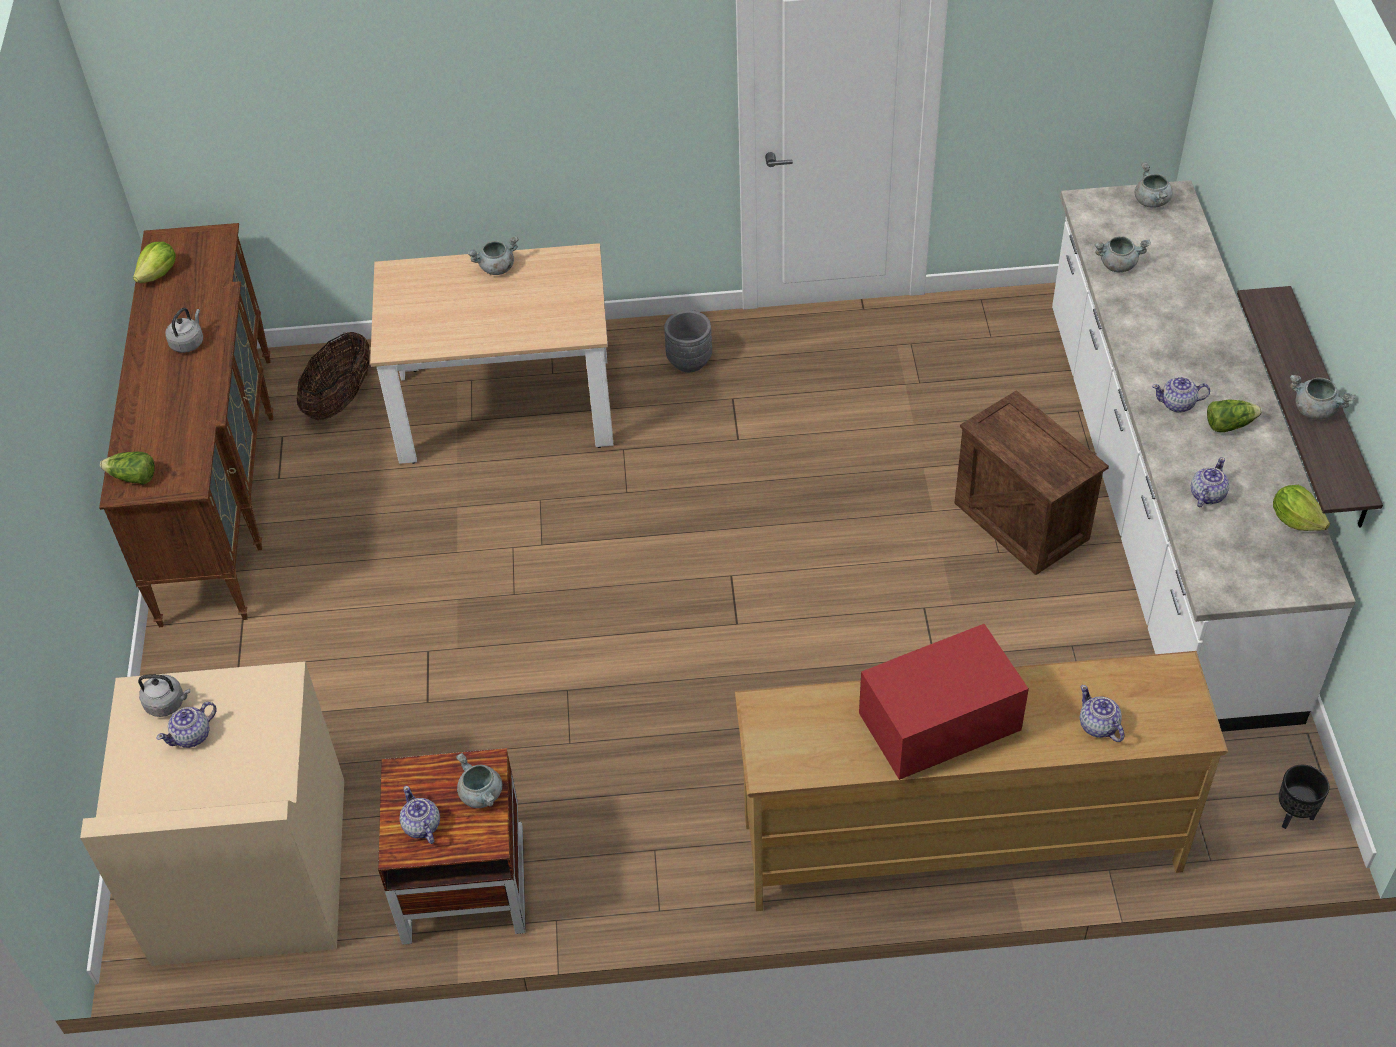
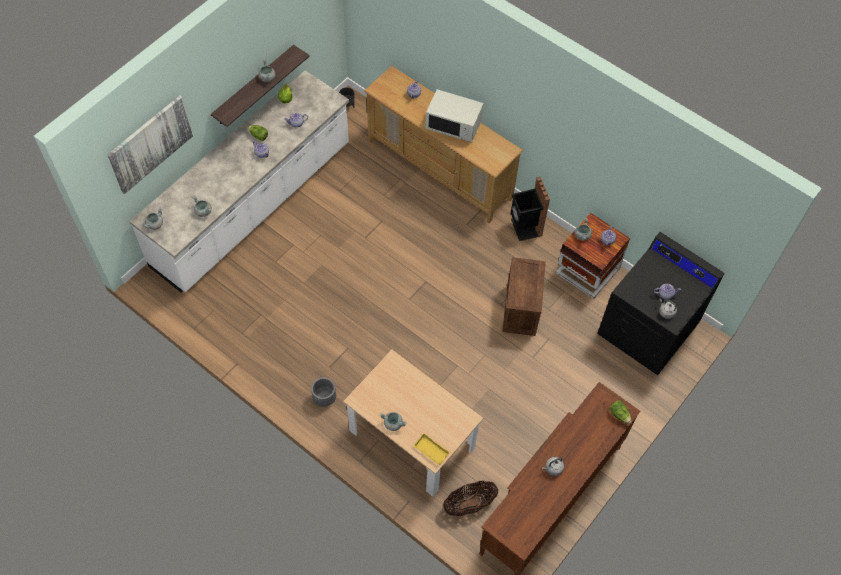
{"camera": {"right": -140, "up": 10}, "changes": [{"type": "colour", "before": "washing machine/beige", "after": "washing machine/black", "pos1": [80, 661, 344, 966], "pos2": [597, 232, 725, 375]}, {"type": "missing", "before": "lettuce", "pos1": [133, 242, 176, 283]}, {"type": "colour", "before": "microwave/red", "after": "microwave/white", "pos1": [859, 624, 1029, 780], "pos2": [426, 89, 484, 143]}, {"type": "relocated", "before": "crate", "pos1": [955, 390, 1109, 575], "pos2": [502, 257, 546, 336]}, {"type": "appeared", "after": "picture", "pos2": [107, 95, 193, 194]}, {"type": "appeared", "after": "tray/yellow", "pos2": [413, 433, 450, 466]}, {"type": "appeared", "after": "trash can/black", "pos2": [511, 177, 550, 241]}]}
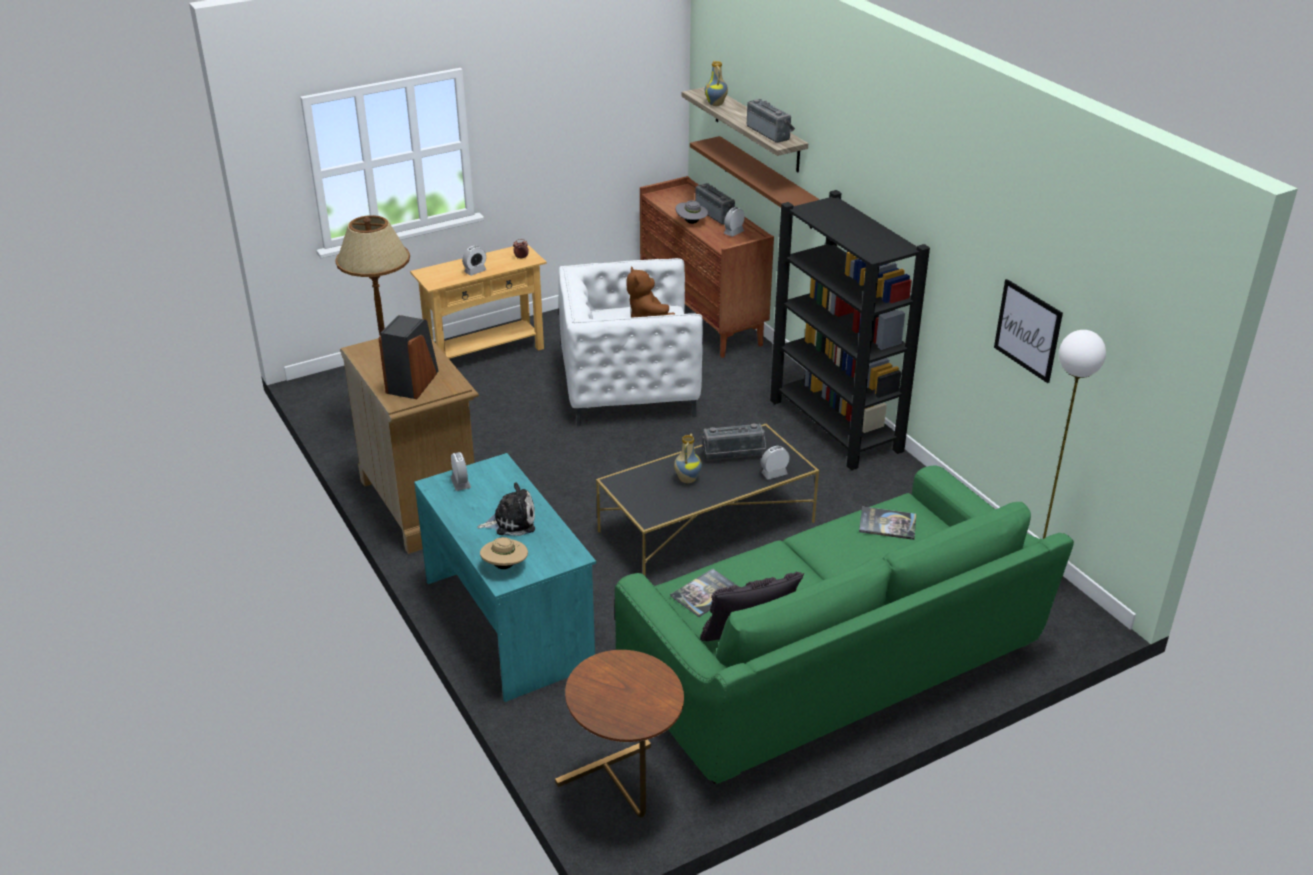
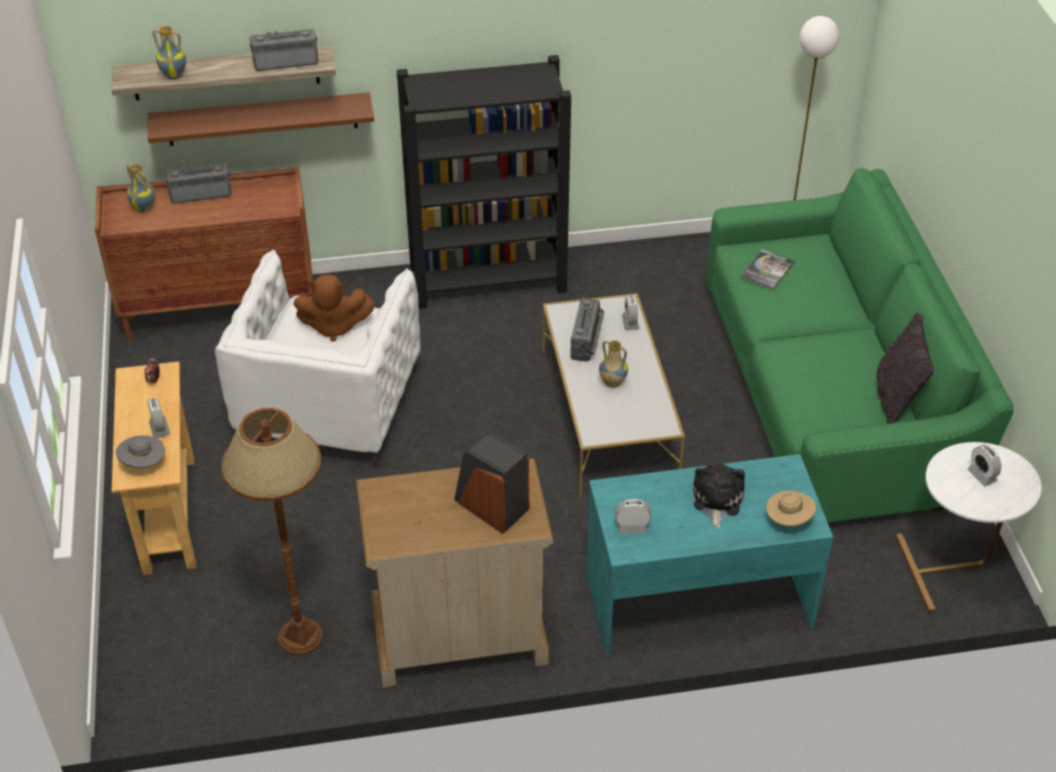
{"camera": {"right": -70, "up": 10}, "changes": [{"type": "colour", "before": "side table/brown", "after": "side table/white", "pos1": [555, 650, 684, 817], "pos2": [895, 442, 1042, 613]}, {"type": "colour", "before": "coffee table/black", "after": "coffee table/white", "pos1": [596, 424, 819, 576], "pos2": [543, 293, 685, 497]}, {"type": "missing", "before": "book", "pos1": [670, 568, 736, 617]}, {"type": "relocated", "before": "hat/grey", "pos1": [675, 201, 708, 224], "pos2": [116, 435, 165, 468]}, {"type": "relocated", "before": "alarm clock", "pos1": [724, 207, 744, 237], "pos2": [967, 444, 1001, 486]}, {"type": "missing", "before": "picture", "pos1": [994, 279, 1063, 383]}, {"type": "appeared", "after": "vase", "pos2": [127, 164, 155, 213]}]}
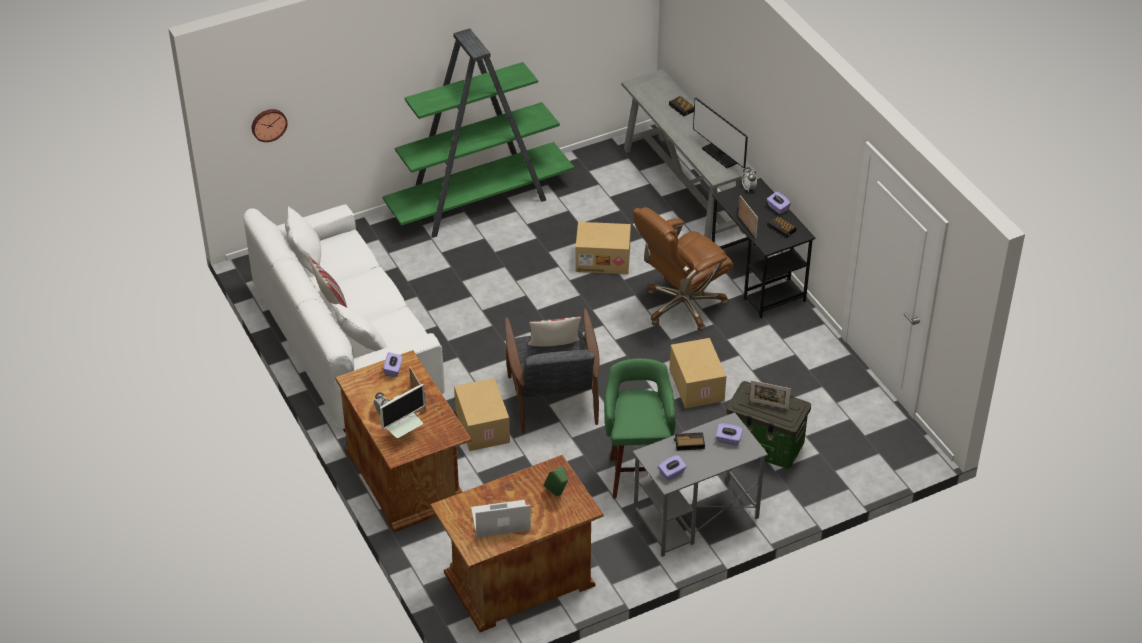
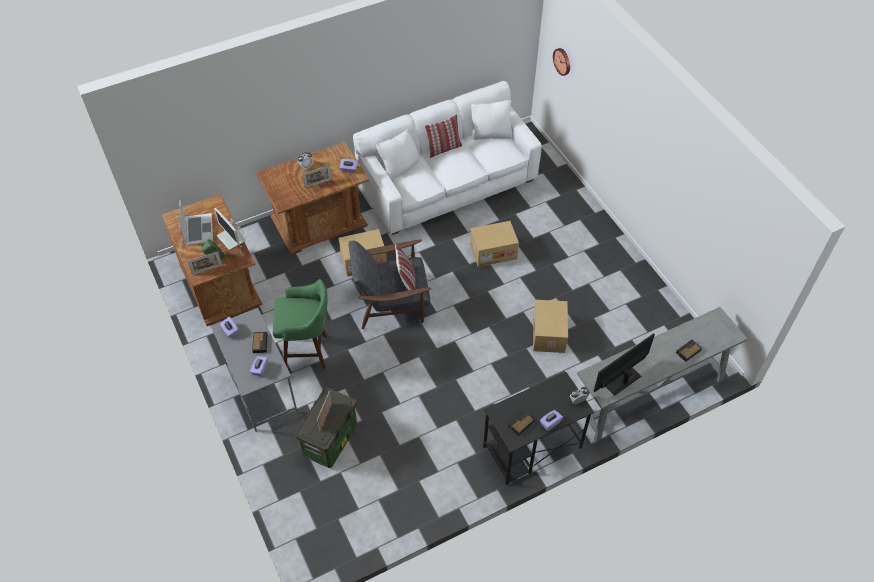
{"camera": {"right": 90, "up": 10}, "changes": [{"type": "relocated", "before": "monitor", "pos1": [380, 384, 425, 438], "pos2": [214, 208, 246, 251]}, {"type": "missing", "before": "bookcase/green", "pos1": [382, 28, 574, 238]}, {"type": "missing", "before": "office chair/brown", "pos1": [633, 207, 733, 332]}, {"type": "relocated", "before": "cardboard box", "pos1": [670, 338, 726, 409], "pos2": [470, 221, 519, 267]}, {"type": "relocated", "before": "picture frame", "pos1": [738, 195, 758, 238], "pos2": [187, 251, 222, 275]}]}
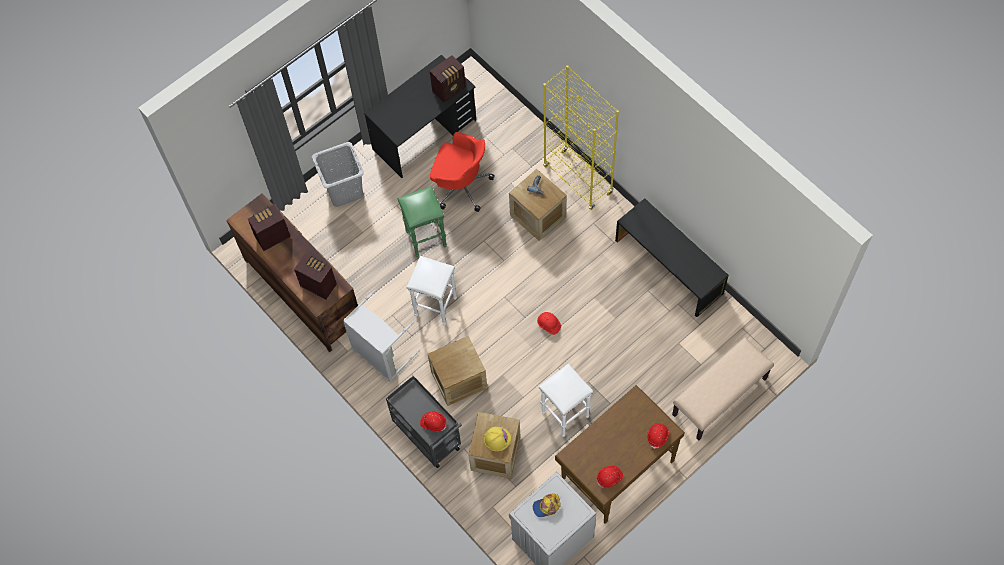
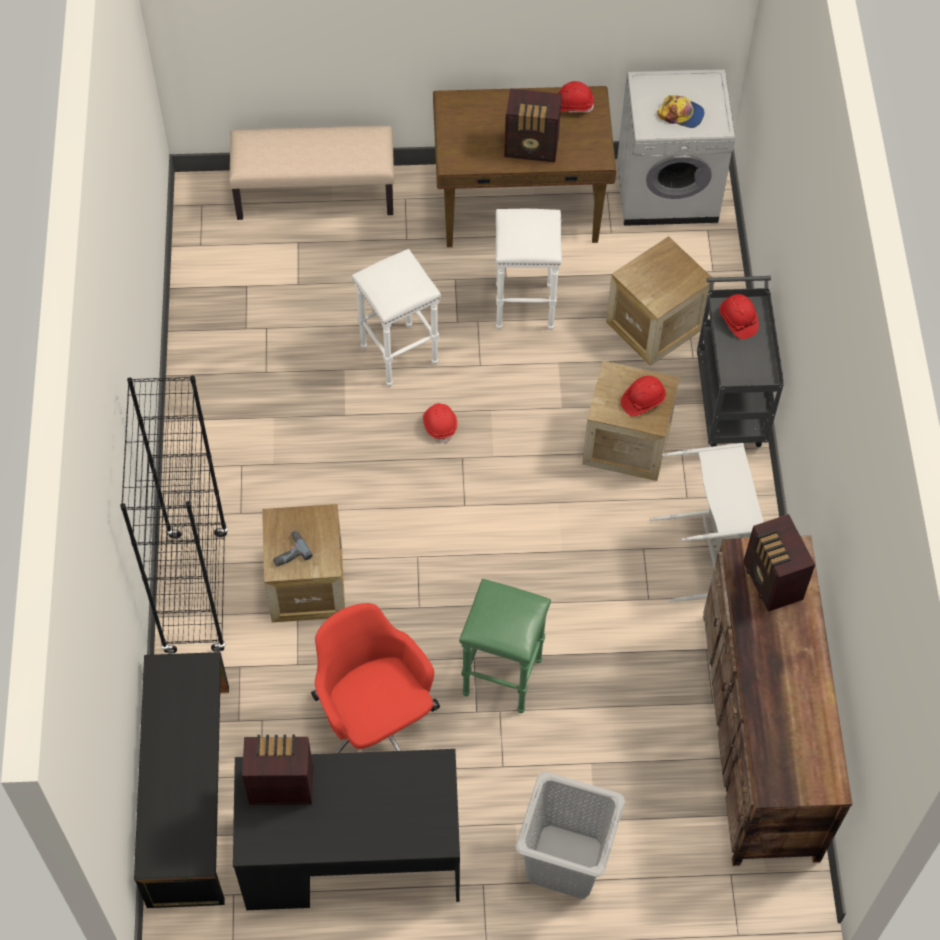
{"camera": {"right": -145, "up": -5}, "changes": [{"type": "relocated", "before": "radio", "pos1": [248, 204, 290, 251], "pos2": [504, 89, 562, 162]}, {"type": "relocated", "before": "stool/white", "pos1": [407, 256, 457, 326], "pos2": [352, 249, 441, 387]}, {"type": "missing", "before": "hard hat/yellow", "pos1": [484, 427, 511, 451]}, {"type": "colour", "before": "bookcase/yellow", "after": "bookcase/black", "pos1": [543, 65, 619, 210], "pos2": [120, 375, 228, 654]}, {"type": "relocated", "before": "bench/black", "pos1": [615, 198, 729, 317], "pos2": [134, 652, 229, 908]}, {"type": "relocated", "before": "hard hat/red", "pos1": [647, 423, 669, 449], "pos2": [621, 376, 666, 416]}]}
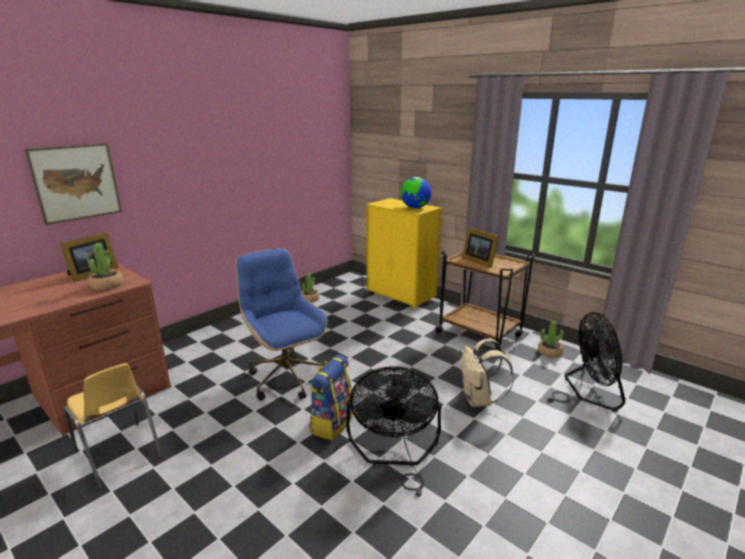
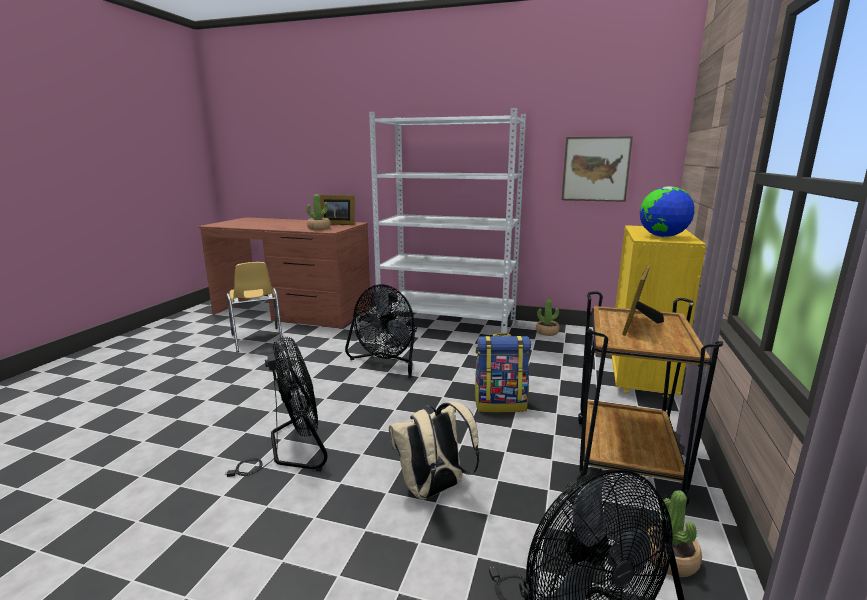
{"camera": {"right": 65, "up": -5}, "changes": [{"type": "relocated", "before": "picture", "pos1": [24, 143, 122, 225], "pos2": [562, 136, 633, 202]}, {"type": "spun", "before": "chair/yellow", "pos1": [64, 363, 163, 490], "pos2": [226, 262, 283, 352], "turn": -45}, {"type": "exchanged", "before": "office chair/blue", "after": "fan/black", "pos1": [236, 248, 328, 401], "pos2": [345, 284, 417, 378]}, {"type": "relocated", "before": "backpack", "pos1": [309, 355, 354, 441], "pos2": [474, 333, 531, 413]}, {"type": "appeared", "after": "bookcase/white", "pos2": [369, 108, 526, 336]}]}
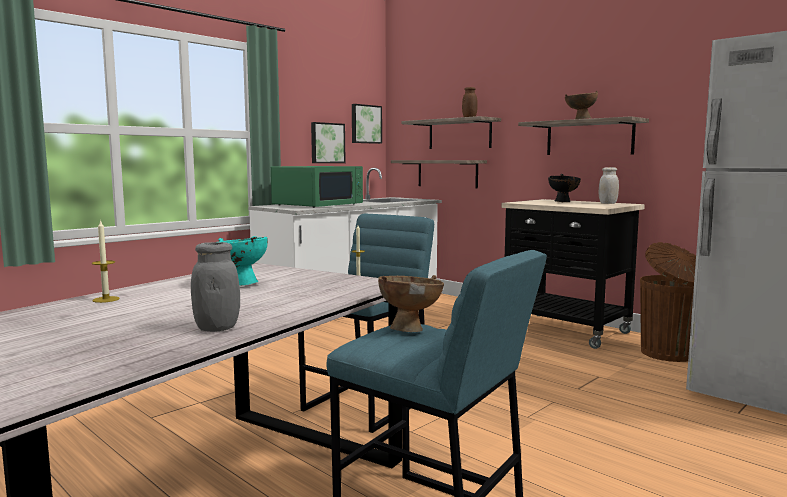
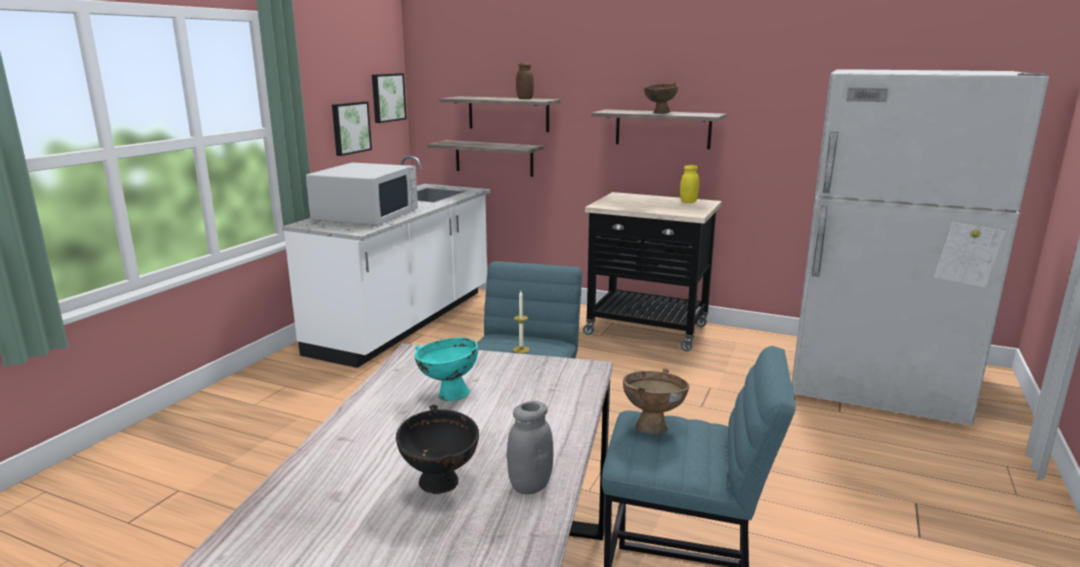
{"camera": {"right": -20, "up": 10}, "changes": [{"type": "missing", "before": "candle", "pos1": [92, 220, 120, 303]}, {"type": "colour", "before": "microwave/green", "after": "microwave/white", "pos1": [271, 166, 363, 208], "pos2": [306, 163, 418, 226]}, {"type": "relocated", "before": "bowl/black", "pos1": [548, 174, 581, 202], "pos2": [396, 404, 479, 494]}, {"type": "colour", "before": "jar/white", "after": "jar/yellow", "pos1": [599, 167, 619, 204], "pos2": [680, 165, 700, 203]}, {"type": "missing", "before": "trash can/brown", "pos1": [640, 242, 696, 362]}]}
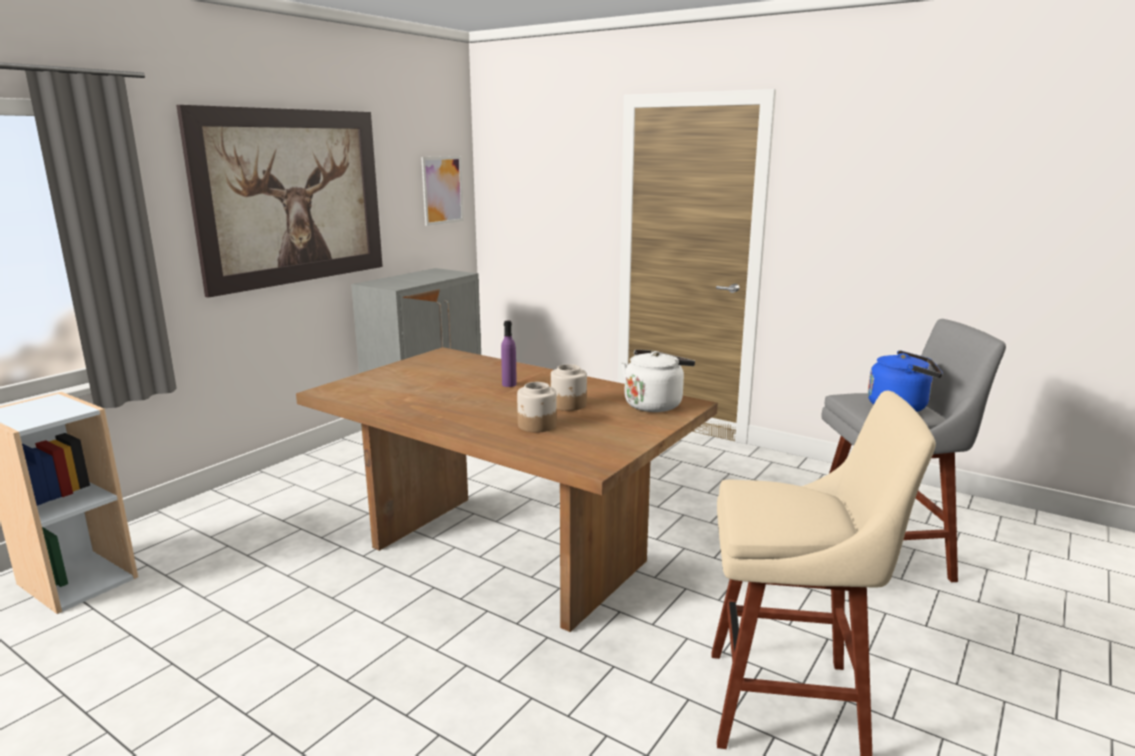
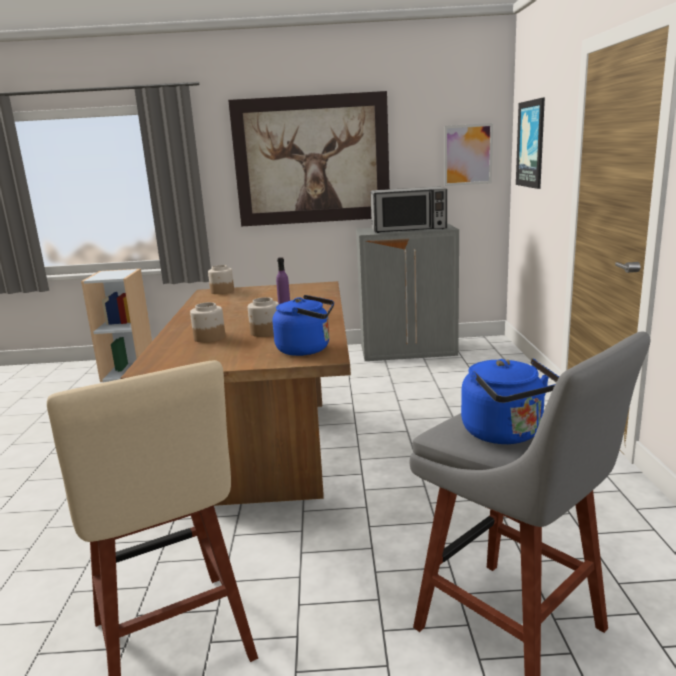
{"camera": {"right": 55, "up": 0}, "changes": [{"type": "colour", "before": "kettle/white", "after": "kettle/blue", "pos1": [621, 350, 695, 412], "pos2": [273, 295, 334, 356]}, {"type": "appeared", "after": "jar", "pos2": [208, 265, 234, 294]}, {"type": "appeared", "after": "microwave", "pos2": [371, 186, 447, 233]}, {"type": "appeared", "after": "picture", "pos2": [516, 98, 545, 189]}]}
